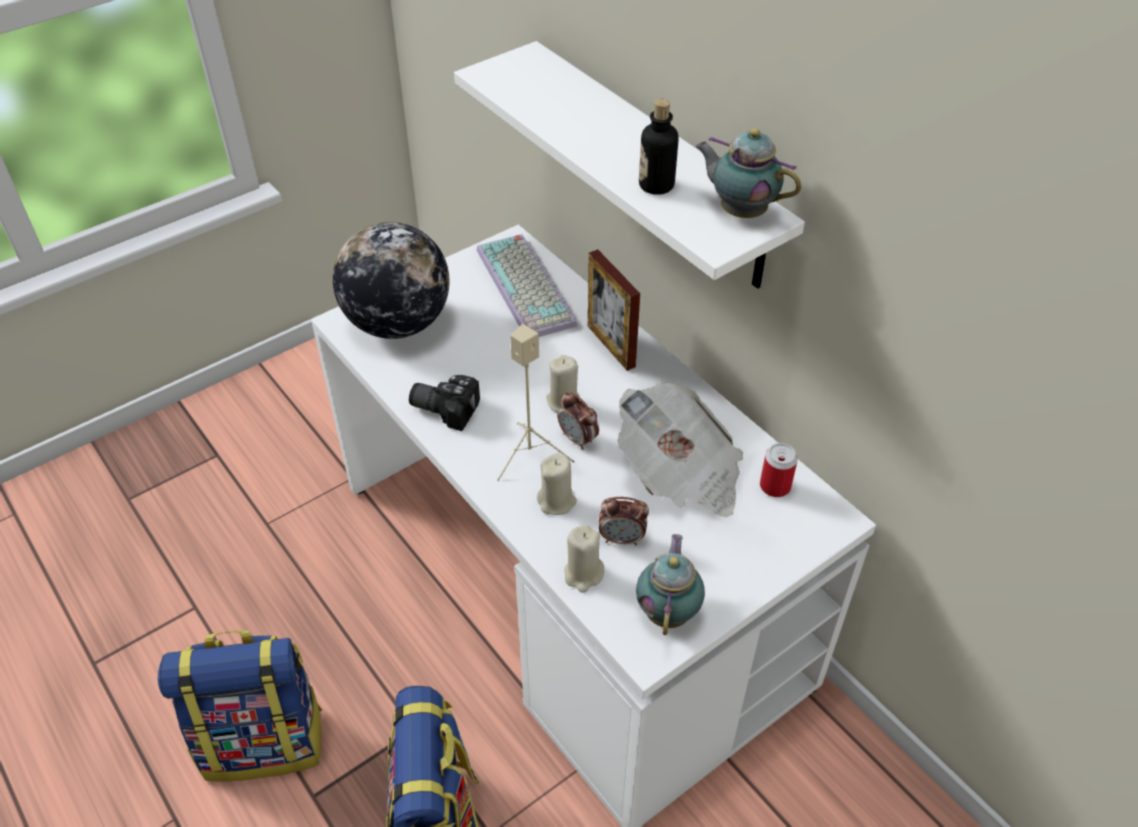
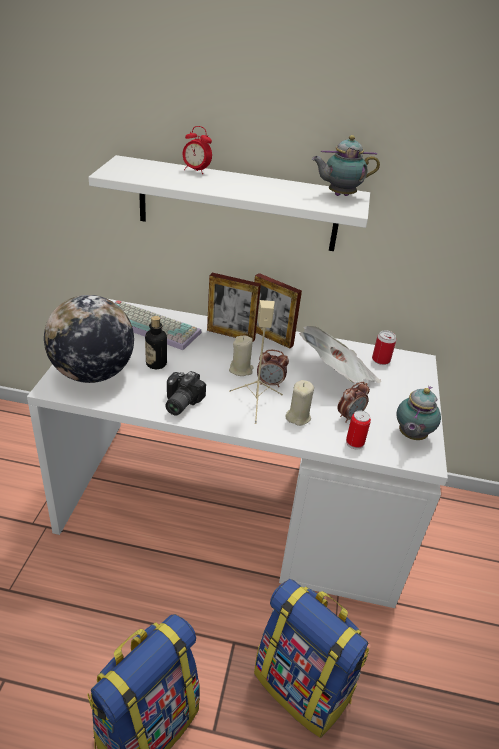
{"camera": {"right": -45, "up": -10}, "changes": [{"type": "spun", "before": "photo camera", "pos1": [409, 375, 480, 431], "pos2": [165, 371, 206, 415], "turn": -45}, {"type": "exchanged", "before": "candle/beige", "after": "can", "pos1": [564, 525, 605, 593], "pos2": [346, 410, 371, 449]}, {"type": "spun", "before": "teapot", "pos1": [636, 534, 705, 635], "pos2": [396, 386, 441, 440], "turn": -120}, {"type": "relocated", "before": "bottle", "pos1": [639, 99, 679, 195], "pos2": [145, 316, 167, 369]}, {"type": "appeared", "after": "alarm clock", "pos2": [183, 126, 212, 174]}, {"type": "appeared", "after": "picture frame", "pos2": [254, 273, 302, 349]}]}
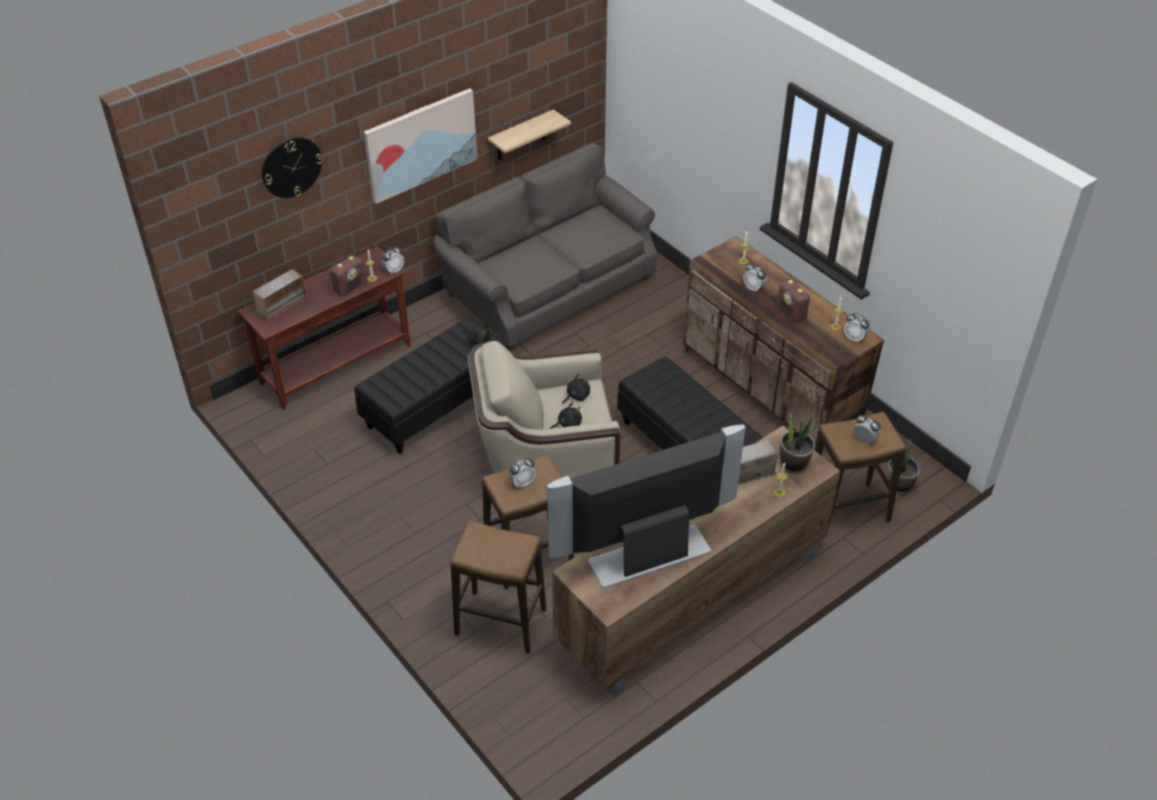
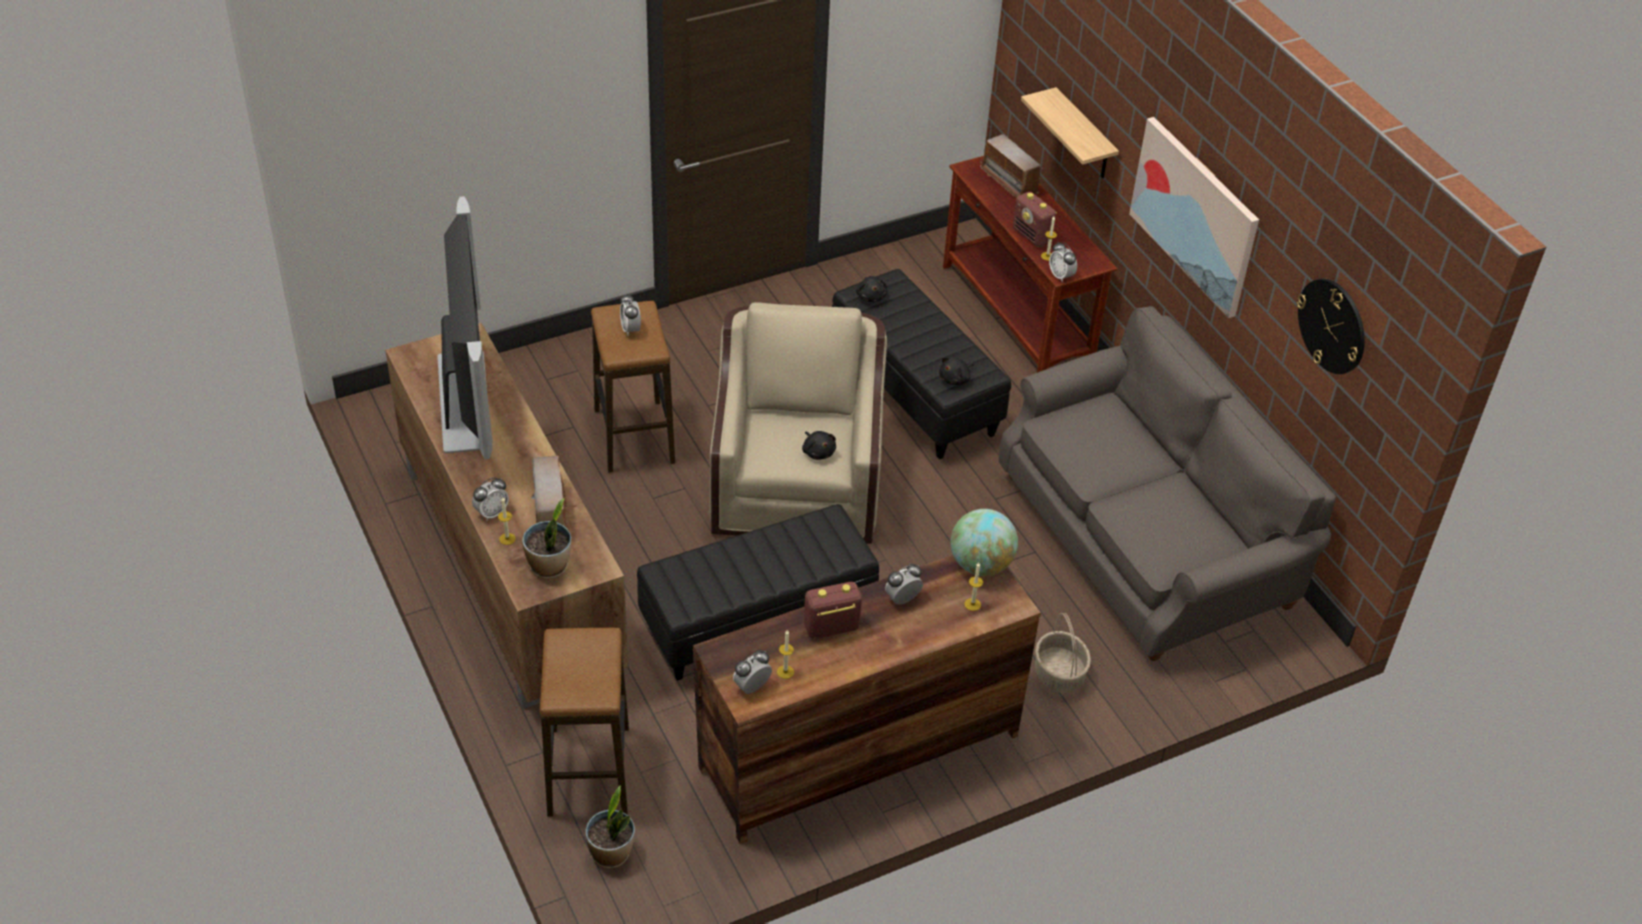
{"camera": {"right": 100, "up": 0}, "changes": [{"type": "relocated", "before": "wall clock", "pos1": [262, 137, 323, 198], "pos2": [1297, 279, 1365, 374]}, {"type": "missing", "before": "stool", "pos1": [450, 521, 547, 654]}, {"type": "relocated", "before": "shelf", "pos1": [488, 109, 571, 160], "pos2": [1021, 87, 1119, 178]}, {"type": "relocated", "before": "plush toy/black", "pos1": [550, 403, 582, 429], "pos2": [856, 276, 887, 302]}, {"type": "relocated", "before": "alarm clock", "pos1": [853, 415, 881, 444], "pos2": [472, 477, 509, 521]}, {"type": "appeared", "after": "globe", "pos2": [951, 509, 1018, 576]}, {"type": "appeared", "after": "basket", "pos2": [1035, 613, 1091, 693]}]}
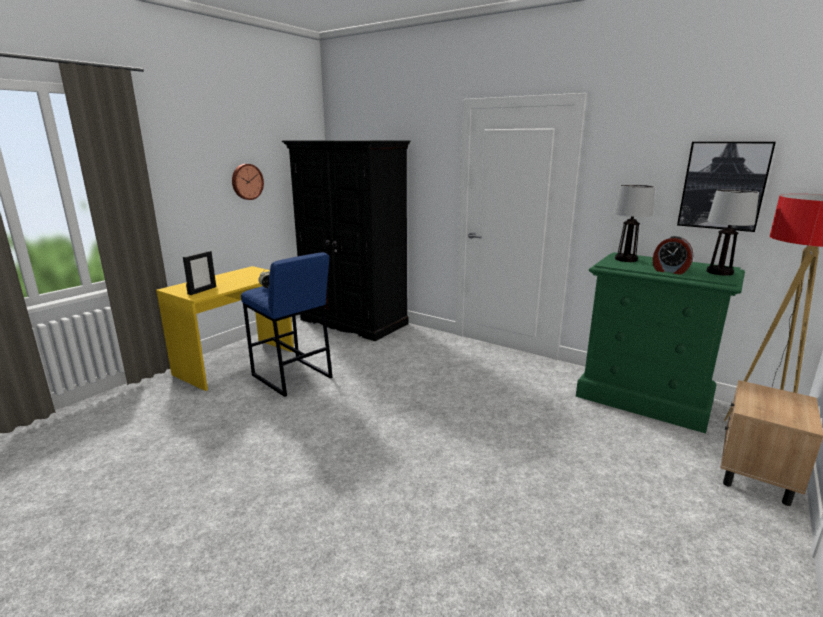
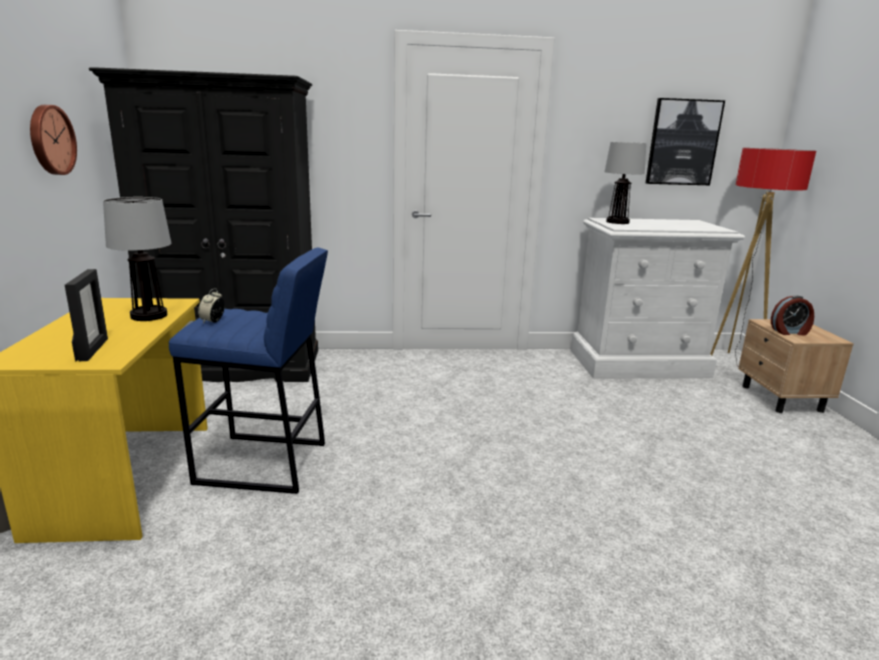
{"camera": {"right": -40, "up": 0}, "changes": [{"type": "colour", "before": "dresser/green", "after": "dresser/white", "pos1": [576, 252, 745, 433], "pos2": [571, 218, 745, 379]}, {"type": "relocated", "before": "alarm clock", "pos1": [653, 236, 694, 275], "pos2": [771, 296, 814, 335]}, {"type": "relocated", "before": "table lamp", "pos1": [707, 189, 759, 276], "pos2": [103, 197, 171, 321]}]}
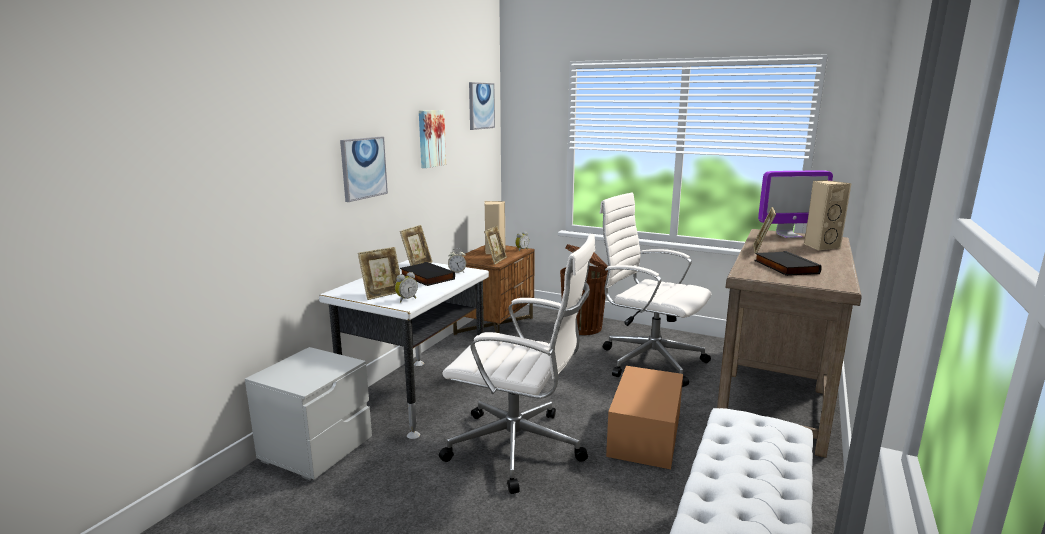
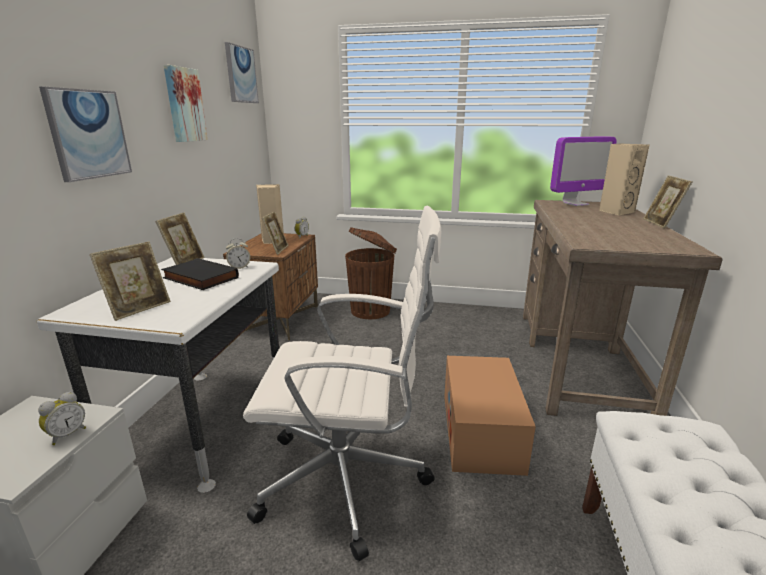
{"camera": {"right": -15, "up": 5}, "changes": [{"type": "relocated", "before": "alarm clock", "pos1": [395, 272, 418, 302], "pos2": [38, 391, 86, 445]}, {"type": "missing", "before": "office chair/white", "pos1": [600, 192, 711, 387]}, {"type": "relocated", "before": "picture frame", "pos1": [753, 207, 776, 253], "pos2": [643, 175, 692, 229]}, {"type": "missing", "before": "book/black", "pos1": [754, 251, 822, 276]}]}
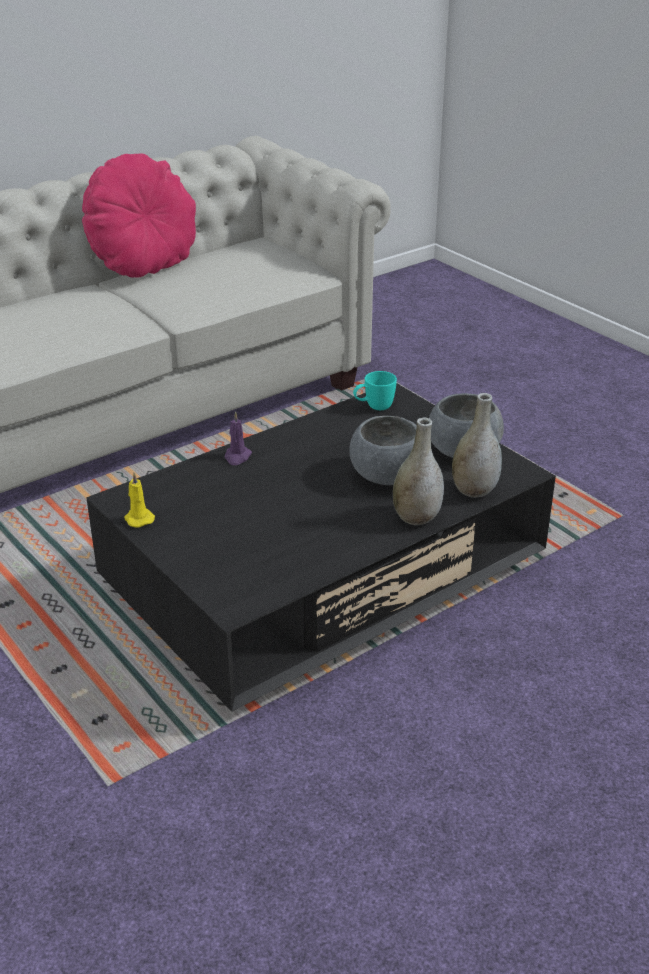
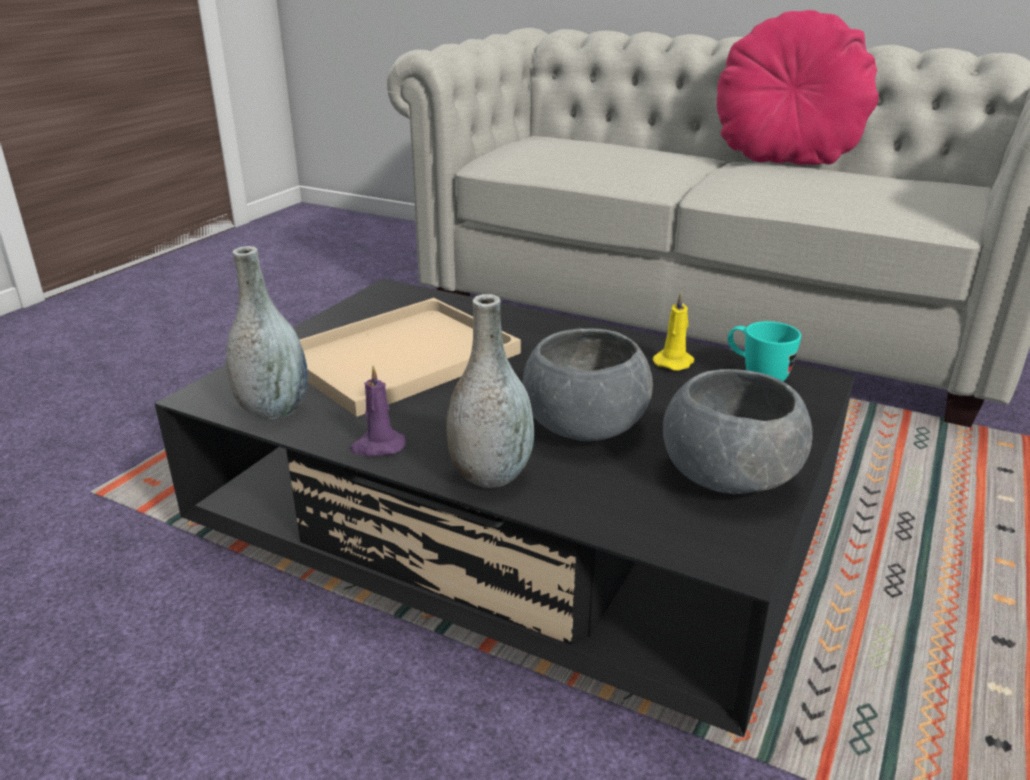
{"camera": {"right": 65, "up": -5}, "changes": [{"type": "relocated", "before": "candle/yellow", "pos1": [124, 473, 155, 527], "pos2": [653, 292, 694, 371]}, {"type": "relocated", "before": "candle/purple", "pos1": [225, 411, 252, 465], "pos2": [350, 366, 406, 457]}, {"type": "relocated", "before": "vase/grey", "pos1": [452, 393, 502, 498], "pos2": [226, 246, 308, 420]}, {"type": "appeared", "after": "tray/beige", "pos2": [300, 298, 521, 417]}]}
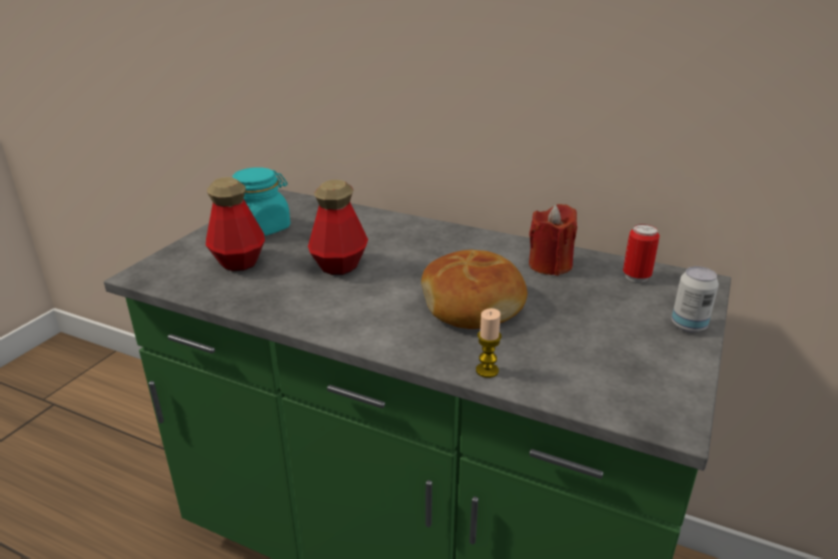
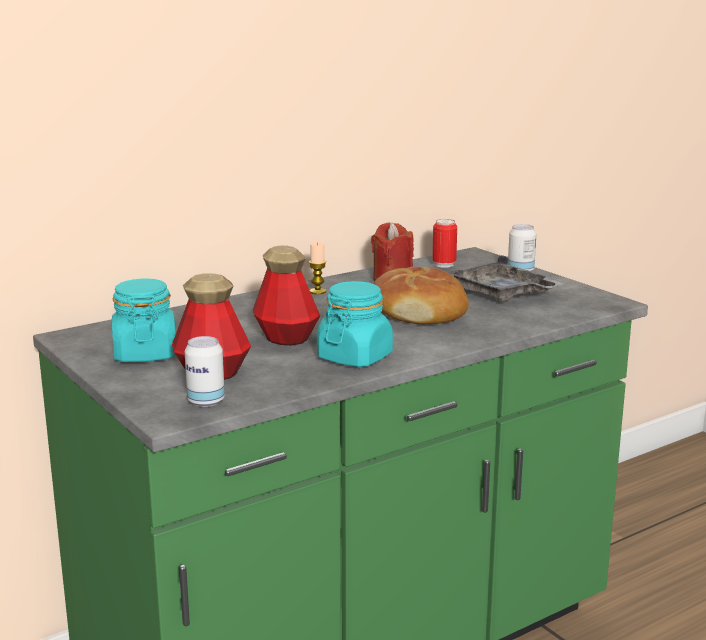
{"camera": {"right": -60, "up": -10}, "changes": [{"type": "relocated", "before": "candle", "pos1": [476, 308, 502, 378], "pos2": [309, 241, 326, 294]}, {"type": "appeared", "after": "can", "pos2": [185, 336, 225, 407]}, {"type": "appeared", "after": "jar/turquoise", "pos2": [317, 281, 393, 367]}, {"type": "appeared", "after": "tray/grey", "pos2": [449, 255, 564, 301]}]}
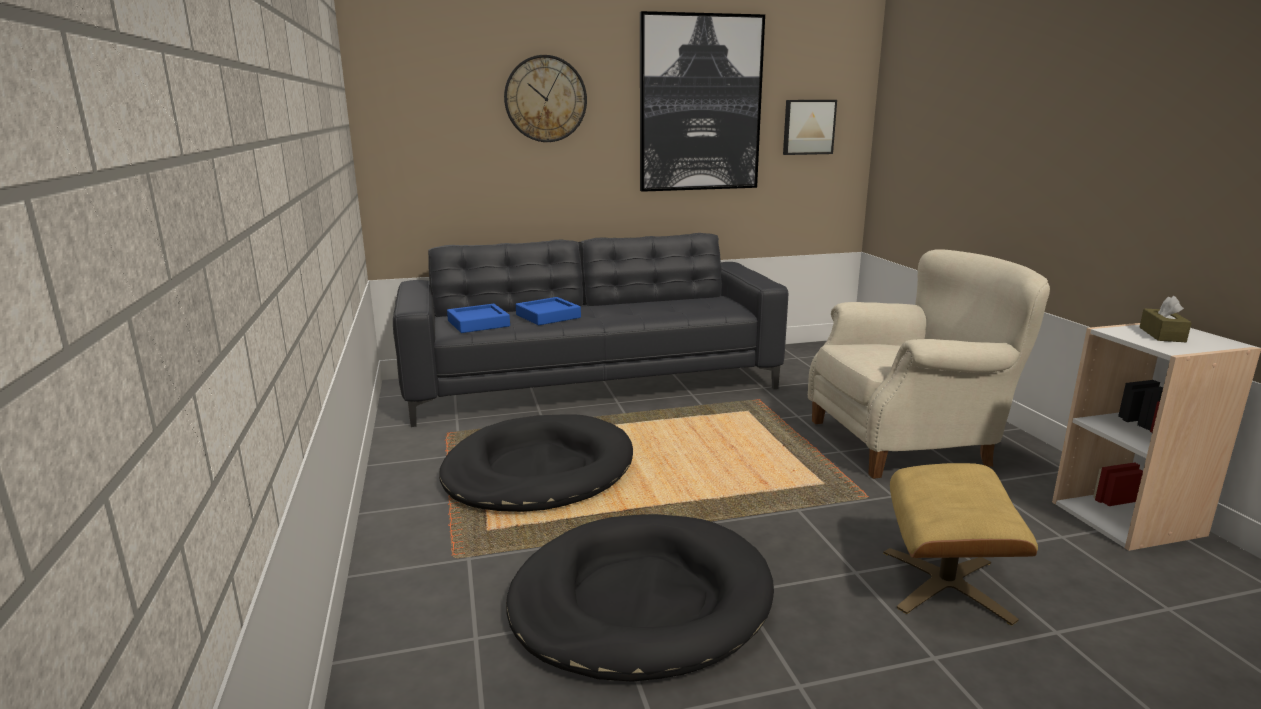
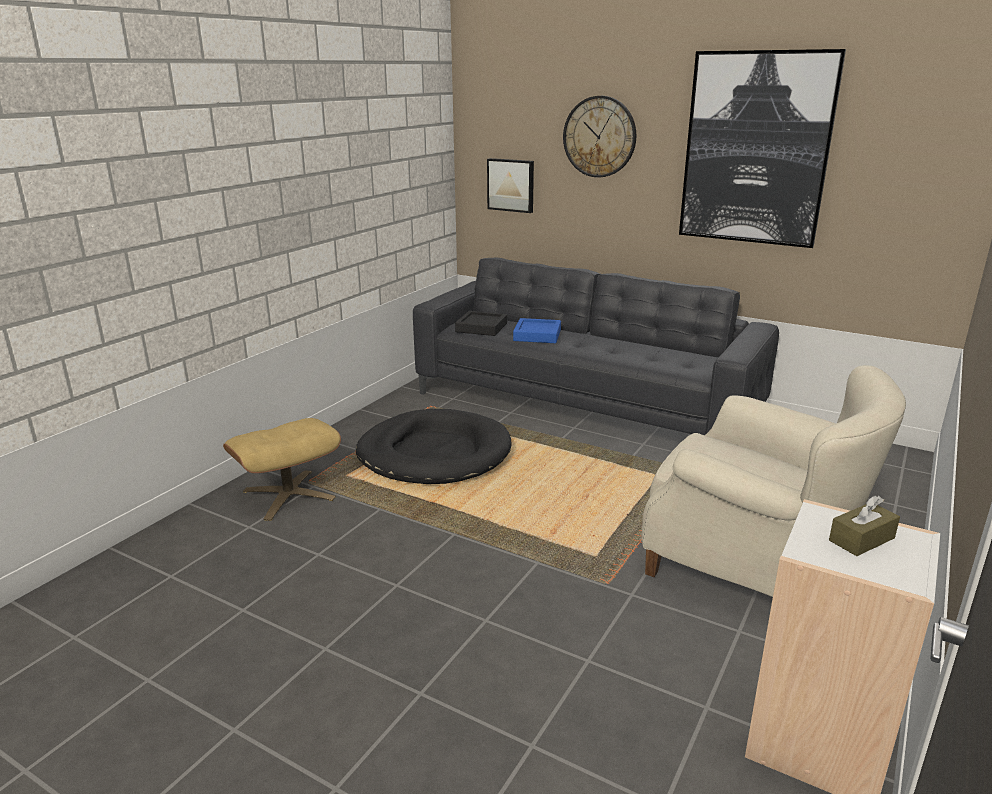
{"camera": {"right": 45, "up": 5}, "changes": [{"type": "colour", "before": "tray/blue", "after": "tray/black", "pos1": [447, 304, 510, 333], "pos2": [455, 311, 507, 336]}, {"type": "missing", "before": "dog bed/black", "pos1": [506, 514, 774, 681]}, {"type": "relocated", "before": "picture", "pos1": [783, 100, 837, 155], "pos2": [487, 158, 534, 213]}, {"type": "relocated", "before": "ottoman/beige", "pos1": [883, 463, 1038, 626], "pos2": [223, 418, 341, 521]}]}
